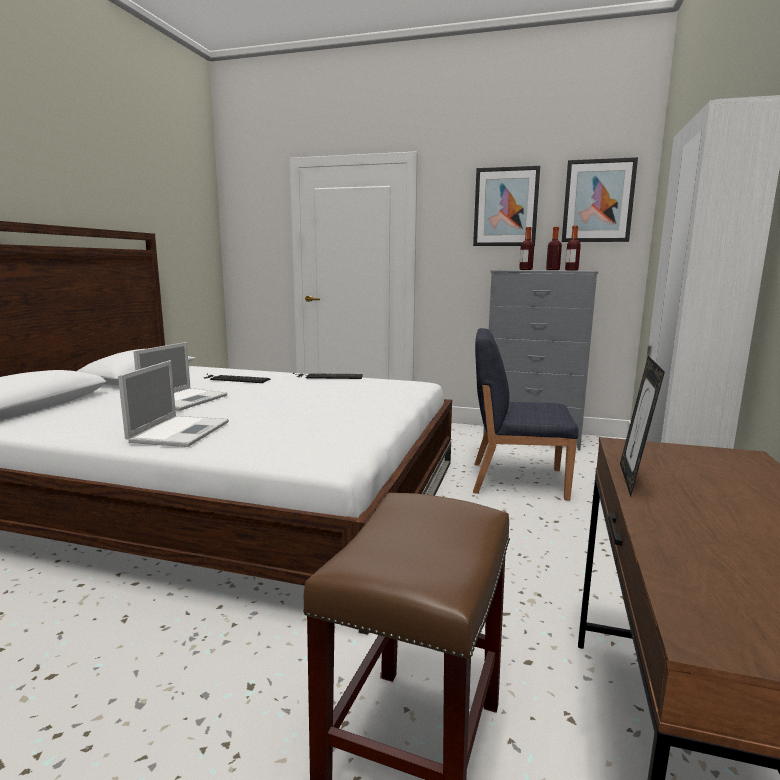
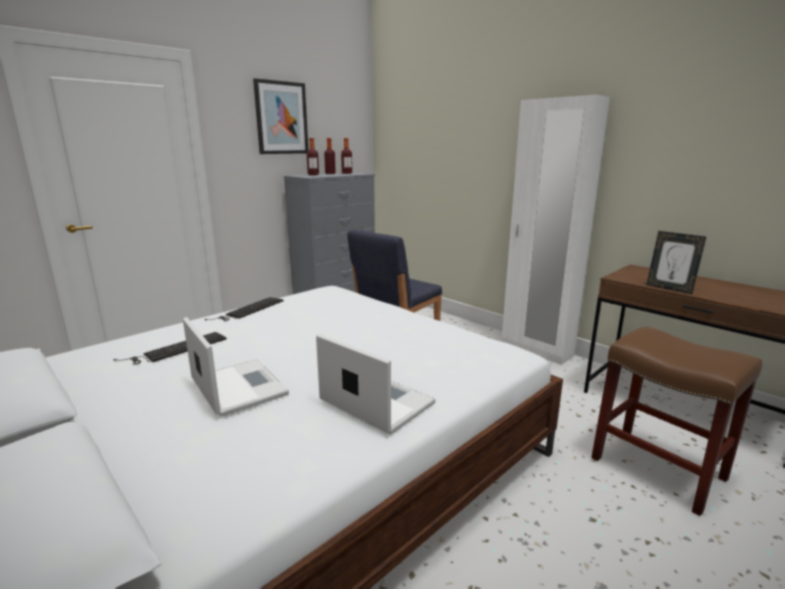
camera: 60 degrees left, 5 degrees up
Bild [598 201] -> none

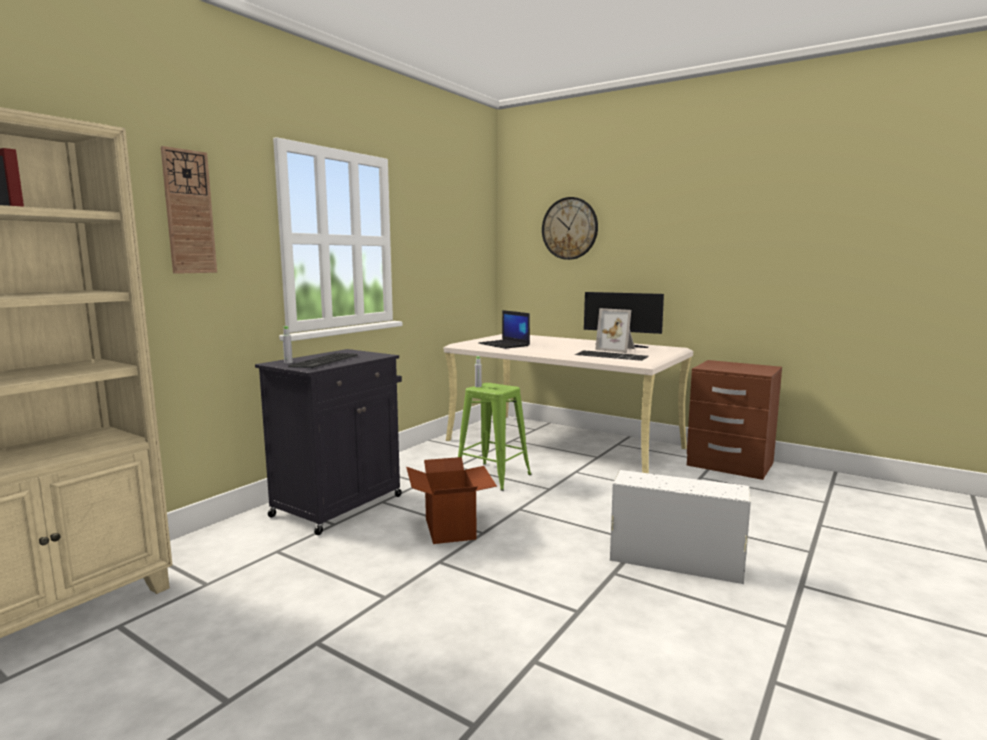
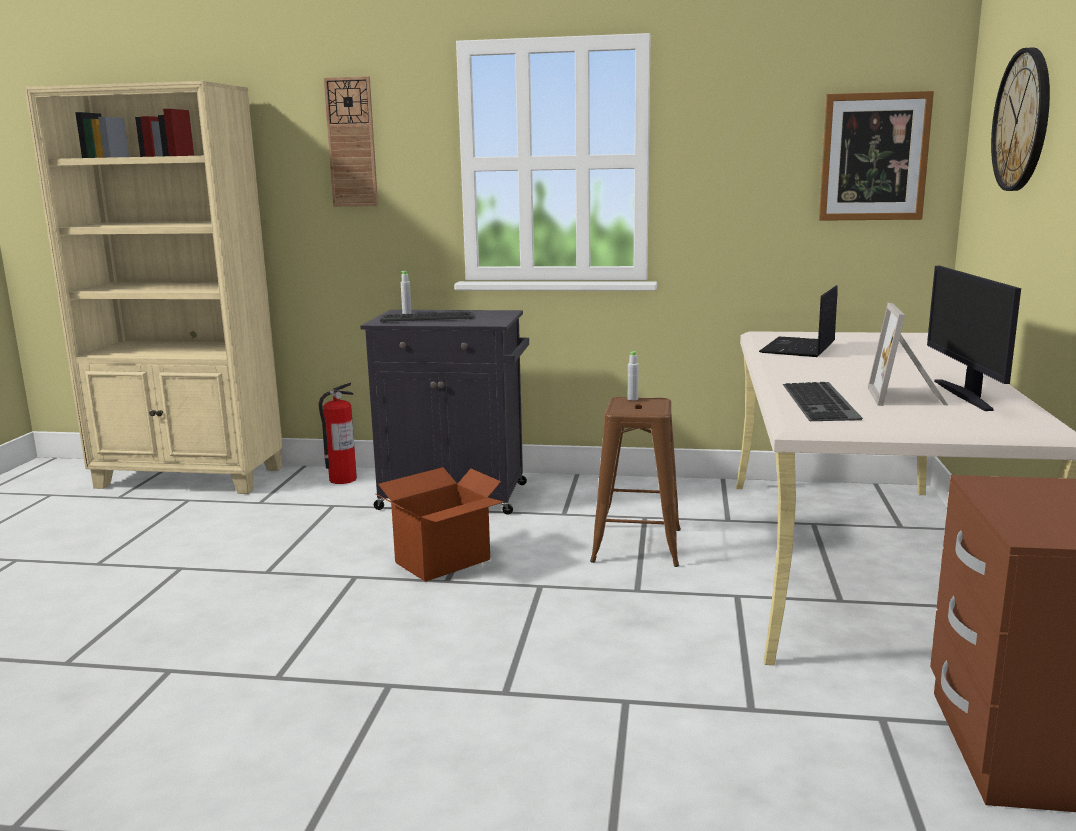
camera: 65 degrees right, 5 degrees up
Hocker (grün) [493 476] -> Hocker (braun) [636 545]
Aufbewahrungsbox (weiß) [673 561] -> none
none -> Bild [874 157]
none -> Feuerlöscher [342 479]

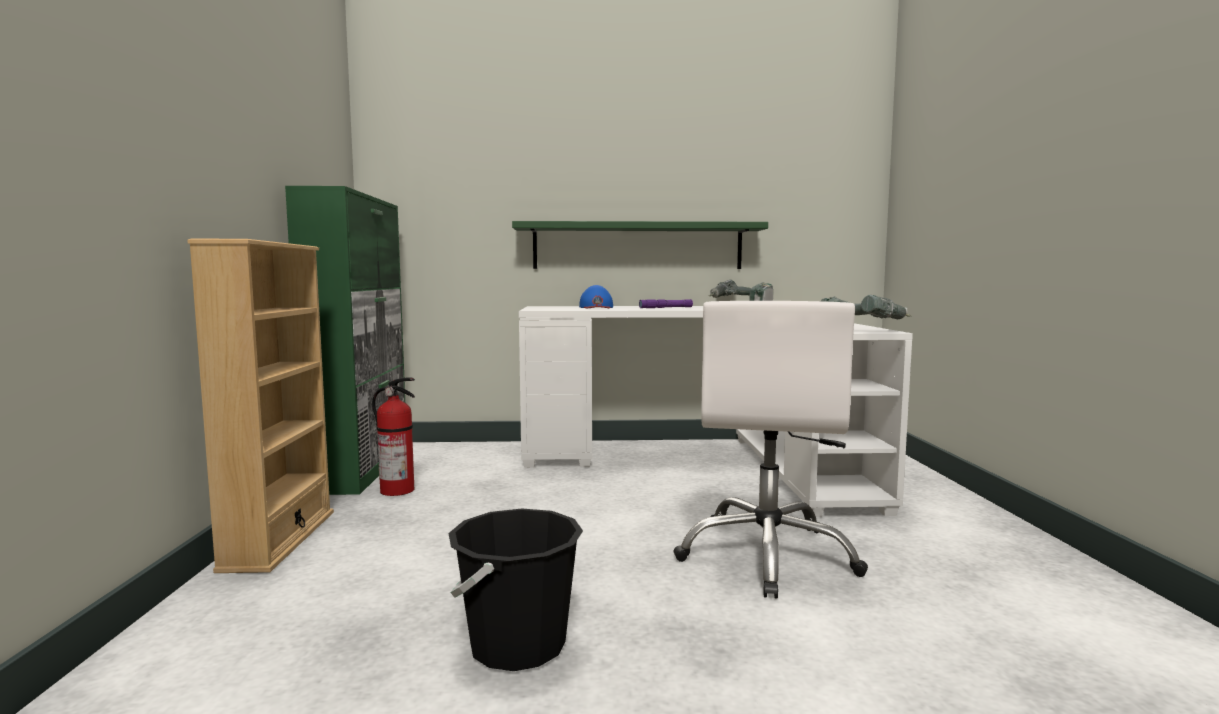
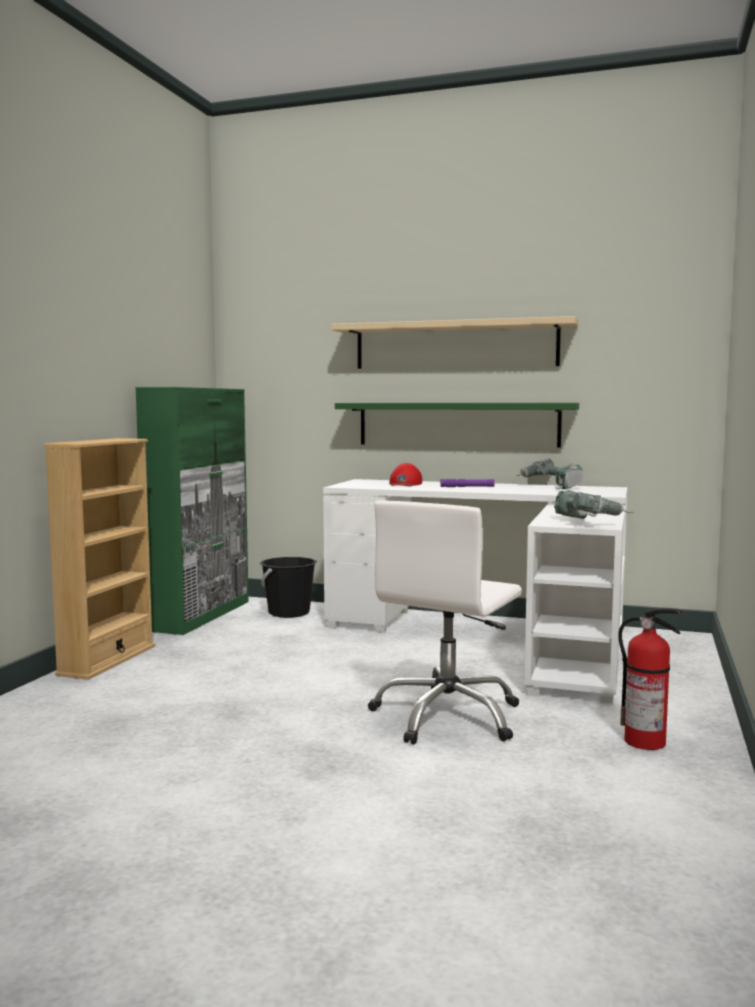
camera: 20 degrees right, 0 degrees up
Kappe (blau) [596 307] -> Kappe (rot) [404 484]
Feuerlöscher [398 490] -> Feuerlöscher [646 742], relocated
Eimer (schwarz) [517 646] -> Eimer (schwarz) [289 613], relocated
none -> Wandregal (beige) [455 345]

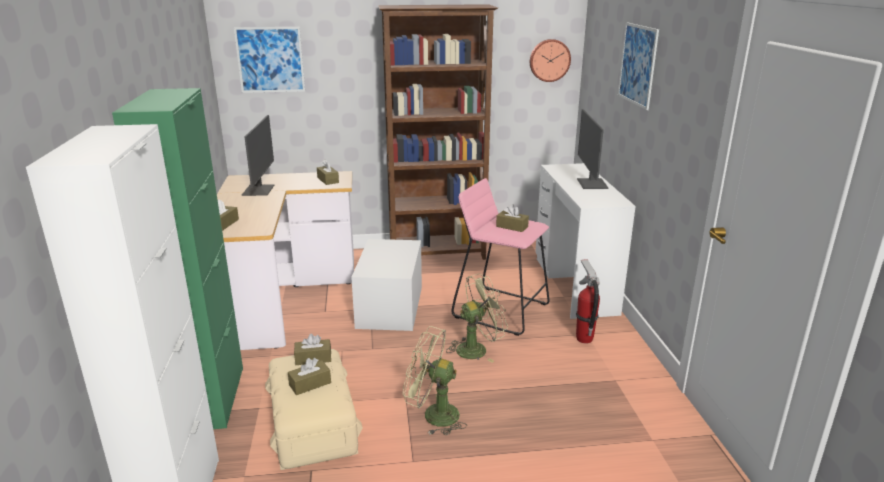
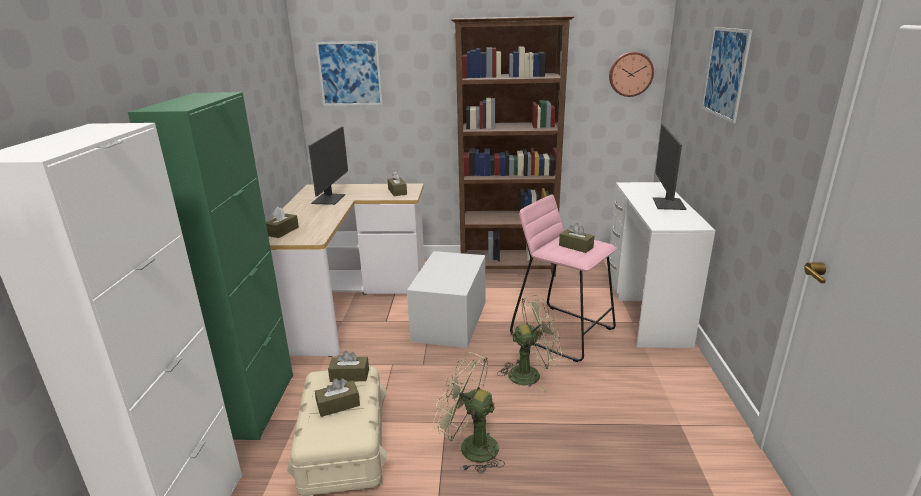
camera: 10 degrees right, 0 degrees up
Feuerlöscher [584 338] -> none

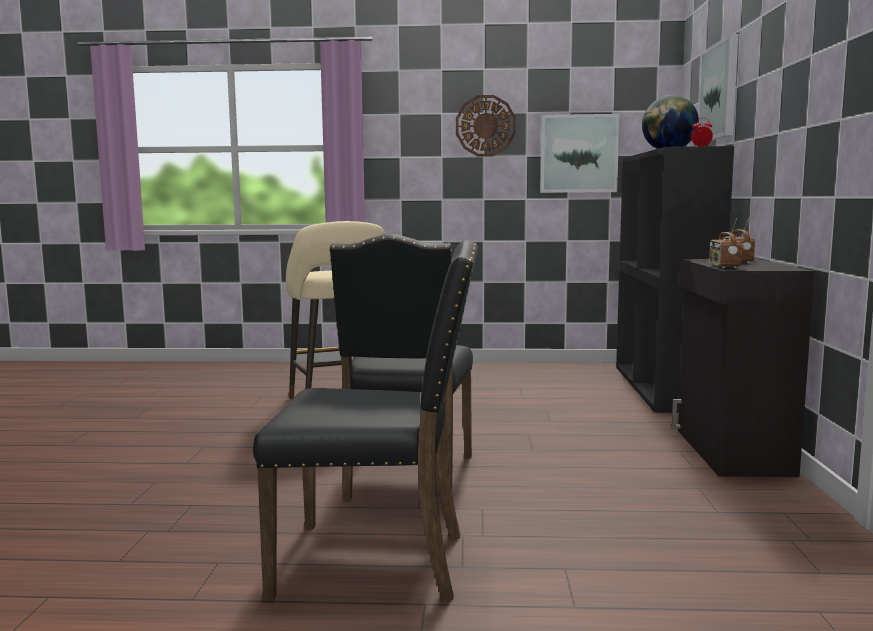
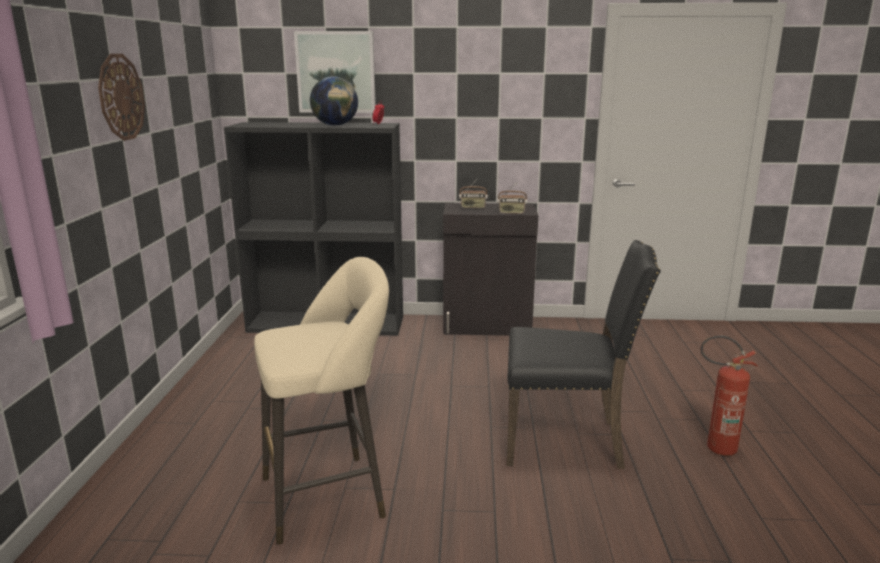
camera: 90 degrees left, 10 degrees up
Bild [578 154] -> none
Stuhl (schwarz) [376 562] -> Feuerlöscher [714 448]

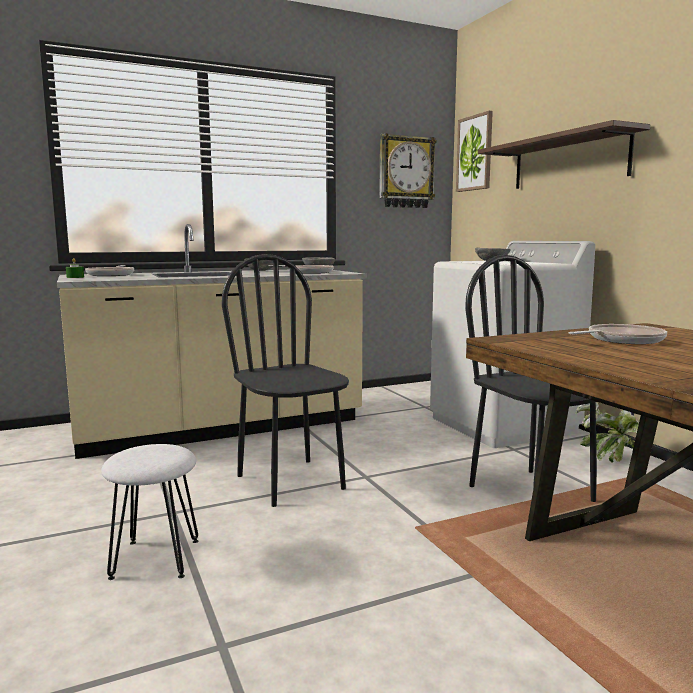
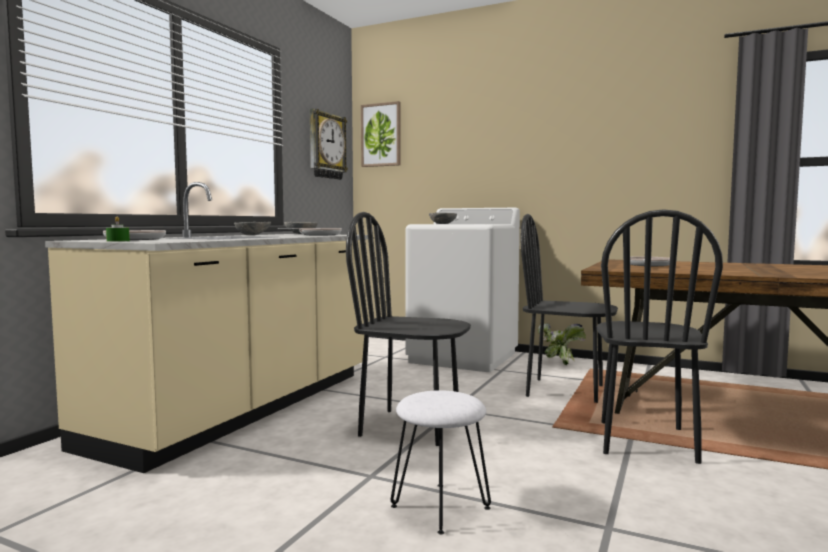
camera: 40 degrees left, 5 degrees down
Wandregal [569 161] -> none
none -> Stuhl (schwarz) [645 441]

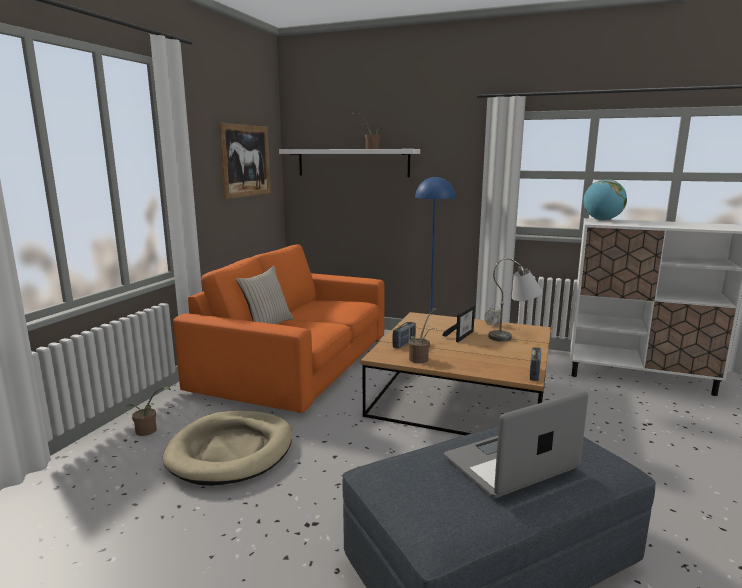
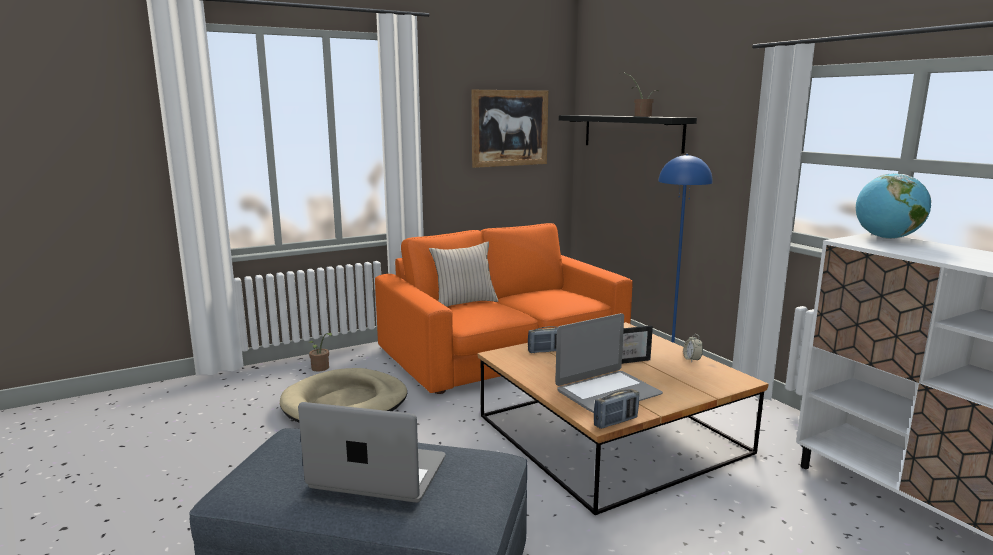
camera: 40 degrees right, 0 degrees up
Wandregal (weiß) [352 162] -> Wandregal (schwarz) [631 132]
Tischlampe (grau) [514 336] -> none
Topfpflanze [421 358] -> none
none -> Laptop [607 392]

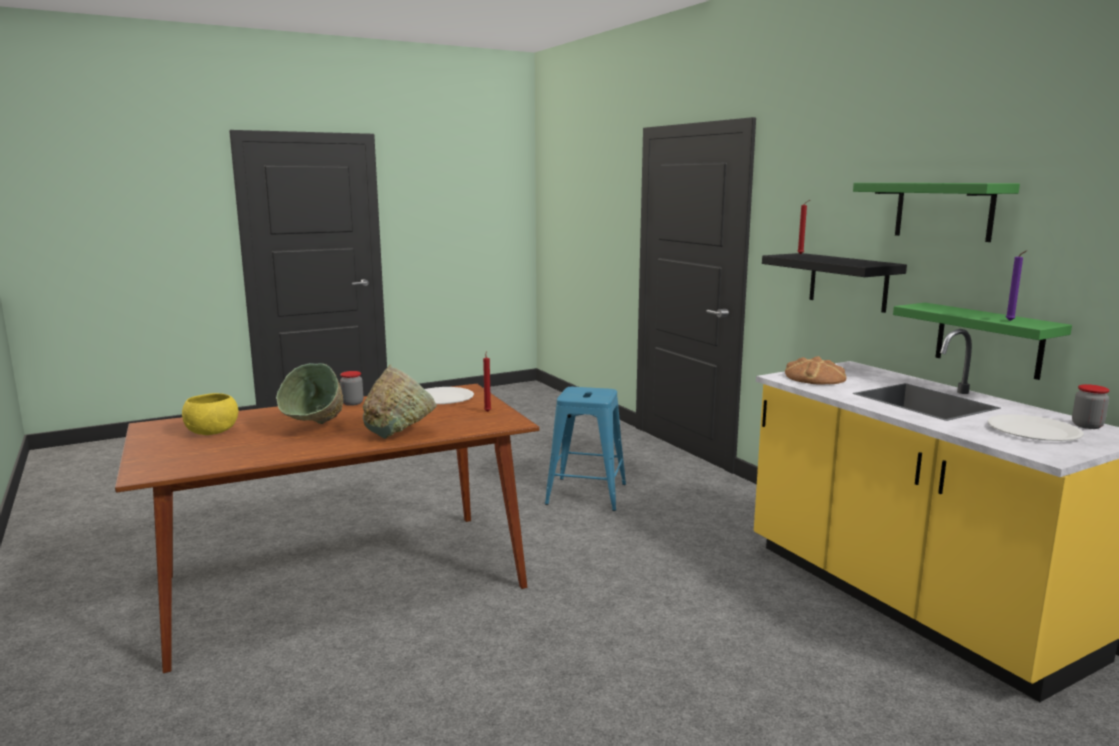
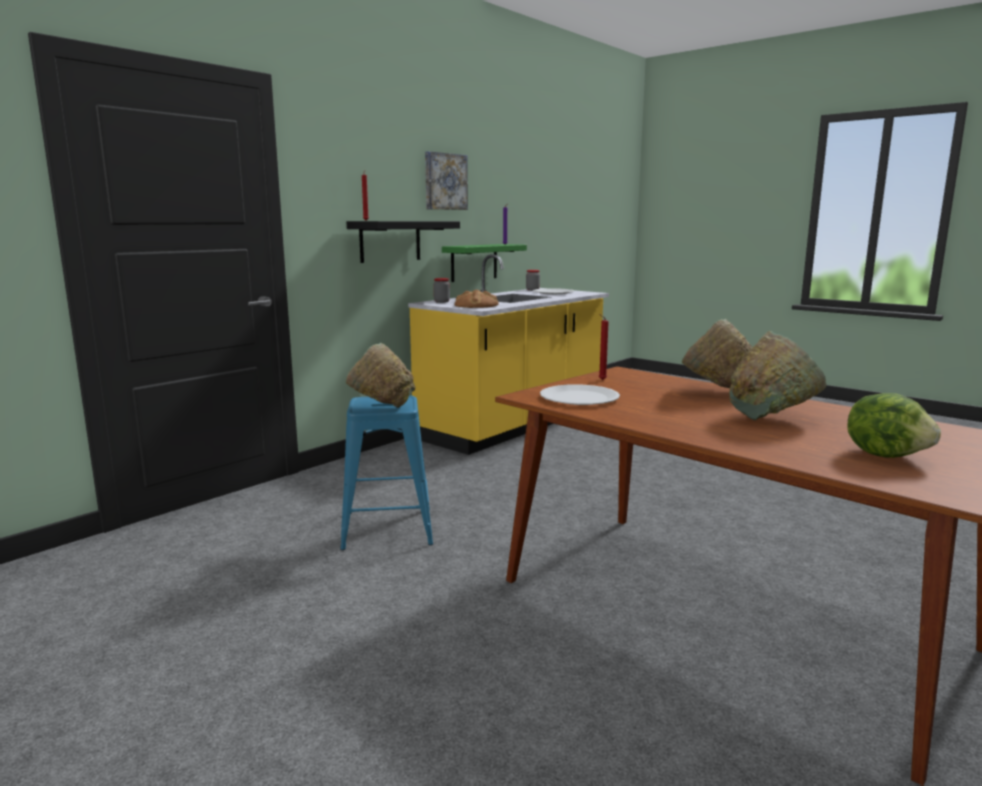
camera: 110 degrees left, 0 degrees up
Wandregal (grün) [943 210] -> Bild [444 181]
Vorratsglas [352 403] -> Vorratsglas [441 302], relocated
Schüssel (gelb) [213 432] -> Salatkopf [886 455]
none -> Schüssel (grün) [379 408]

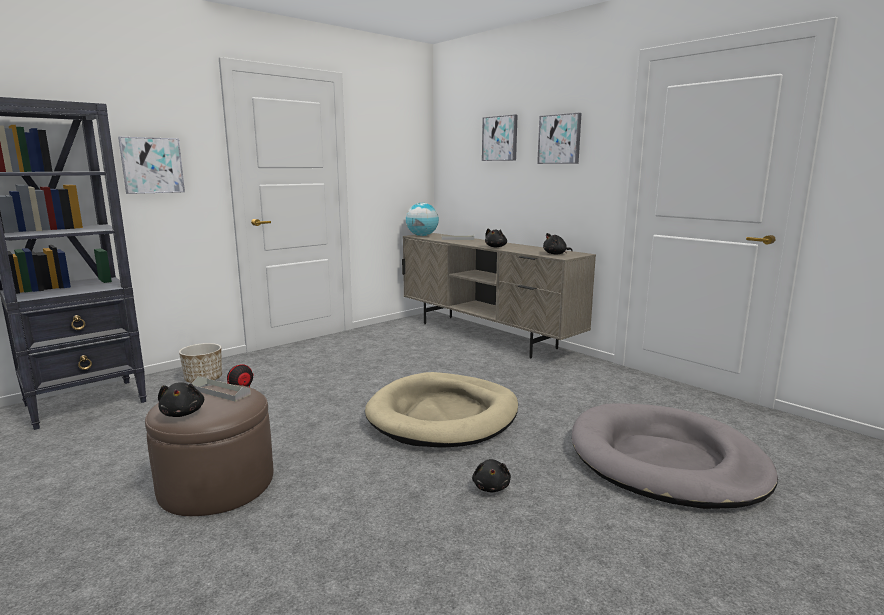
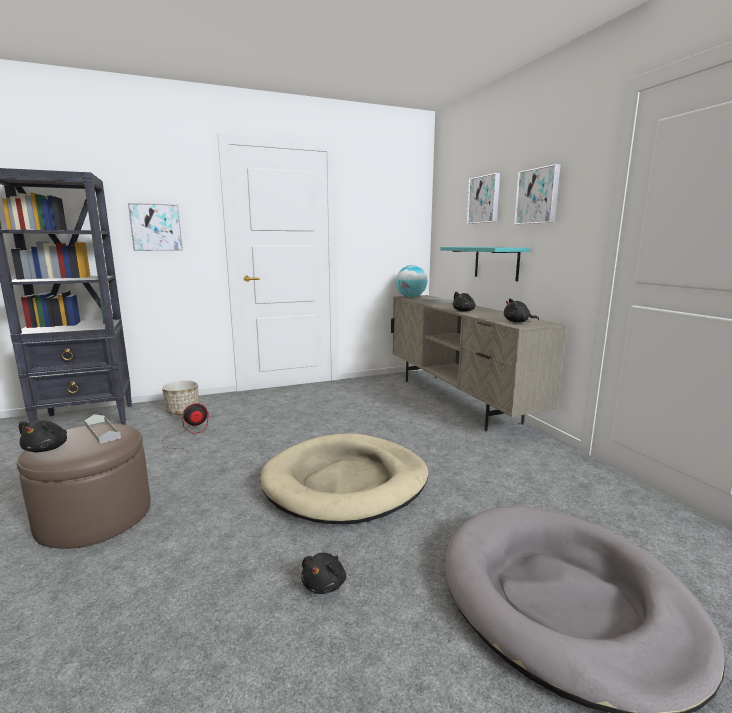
camera: 20 degrees right, 0 degrees up
none -> Wandregal (türkis) [496 263]

